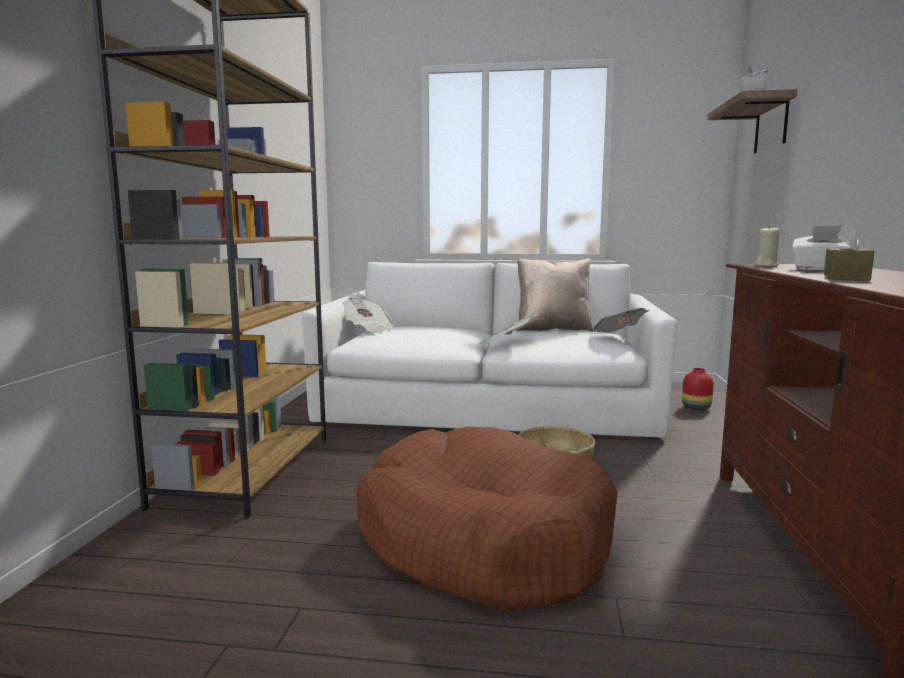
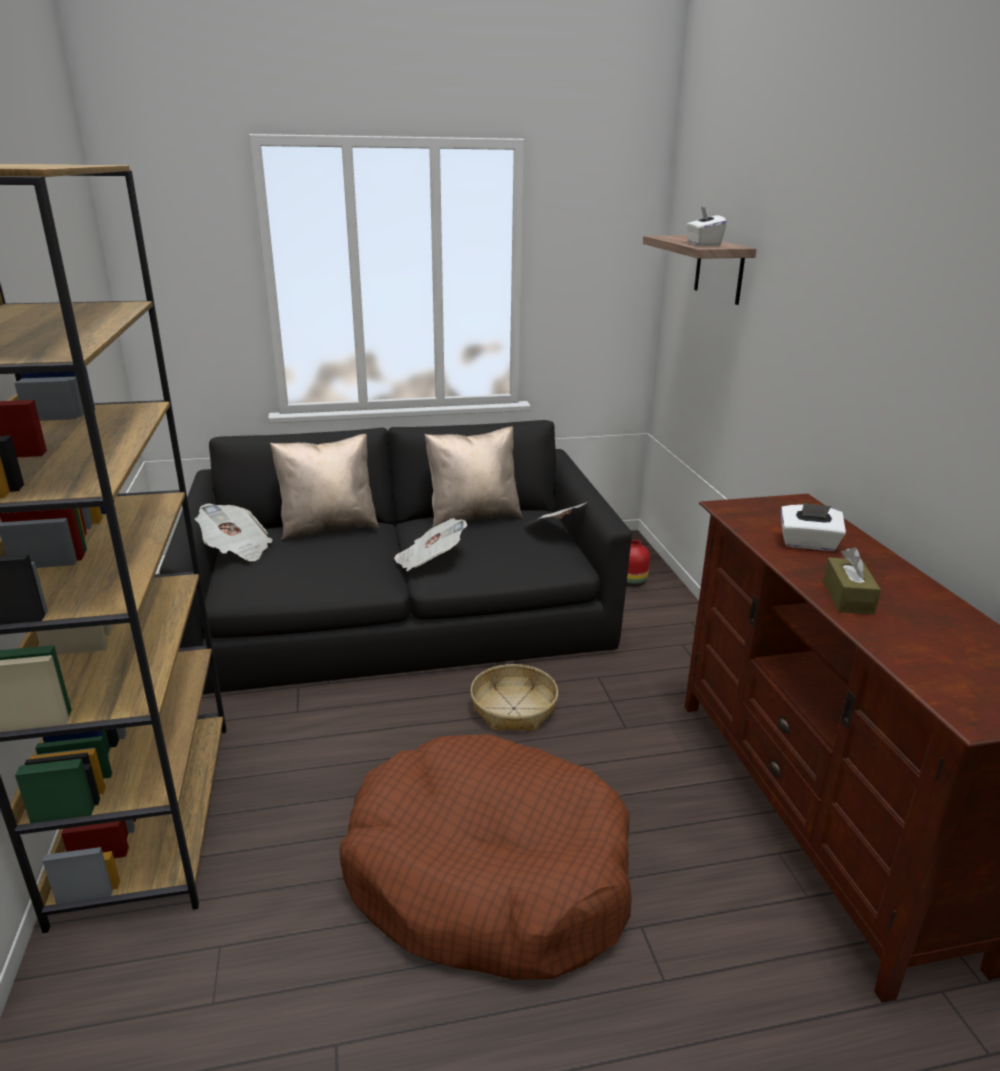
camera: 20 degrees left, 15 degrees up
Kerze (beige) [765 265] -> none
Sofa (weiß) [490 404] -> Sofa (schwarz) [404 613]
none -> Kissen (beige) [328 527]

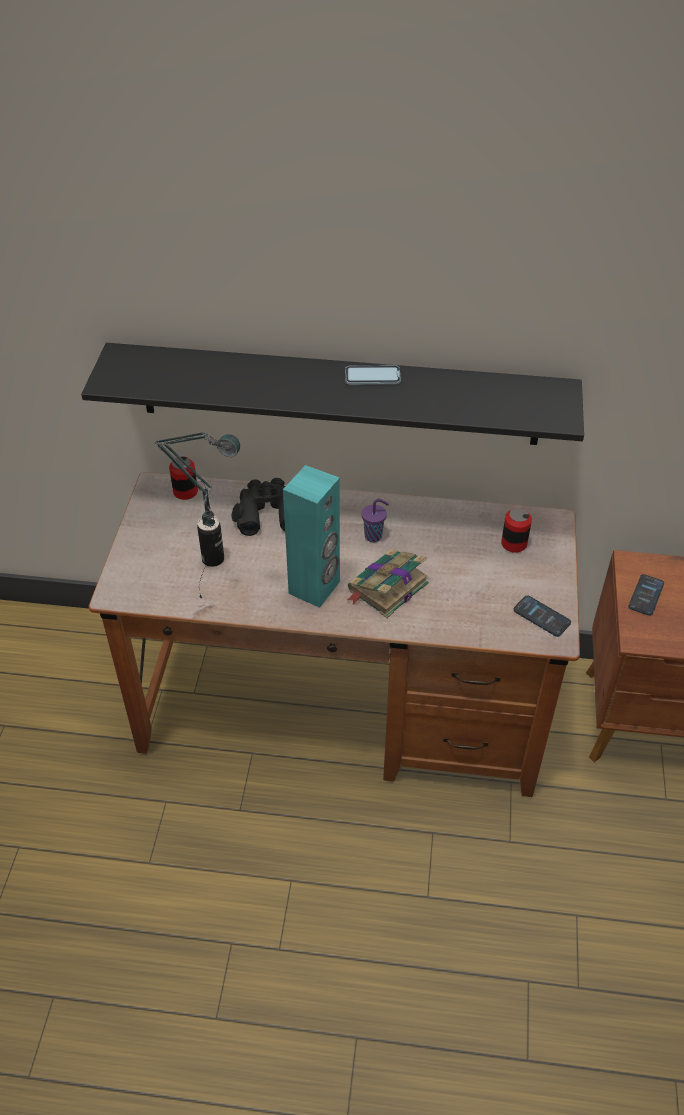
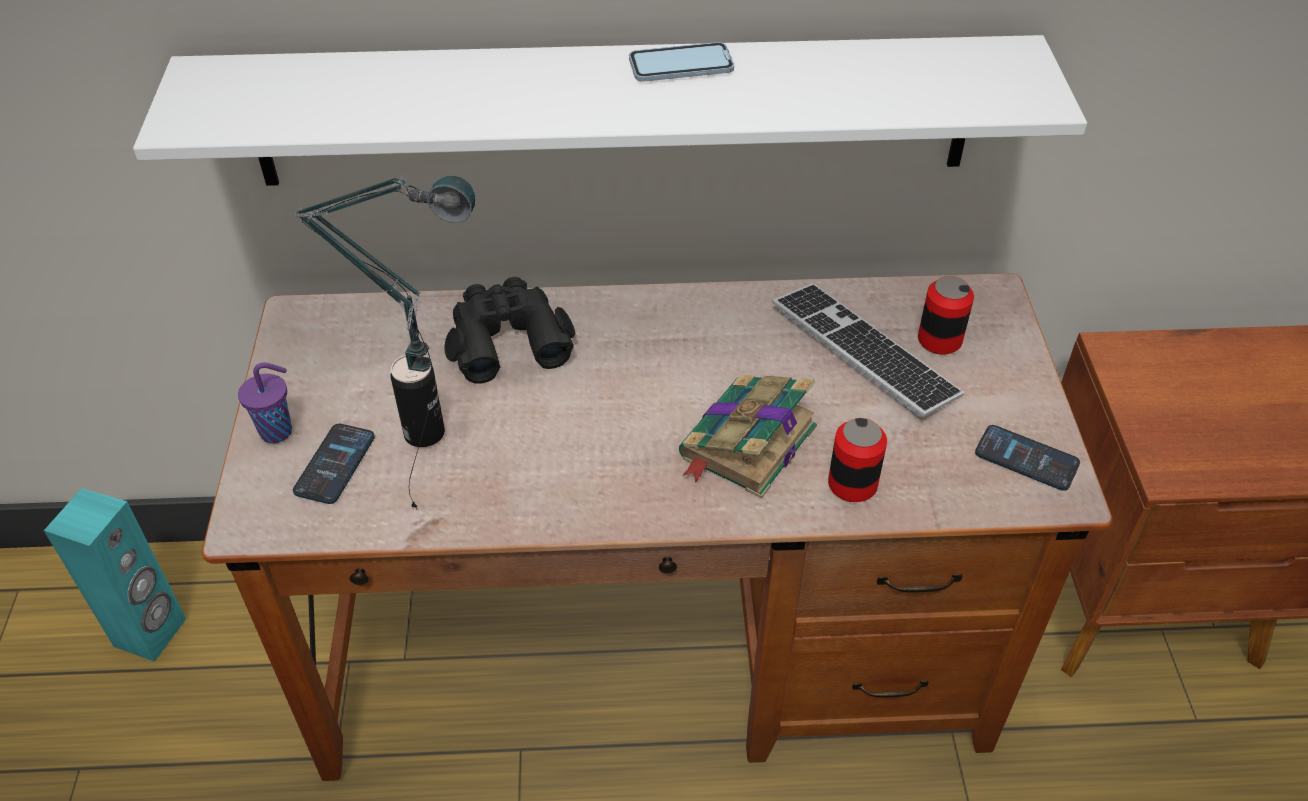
camera: 10 degrees left, 0 degrees up
Wandregal (schwarz) [339 394] -> Wandregal (weiß) [614 111]
Dose [185 491] -> Dose [852 484], relocated
Lautsprecher (türkis) [315 588] -> Lautsprecher (türkis) [151 632], relocated
Tasse (lila) [374 536] -> Tasse (lila) [278 431], relocated
Handy [646 595] -> Handy [335 464], relocated
none -> Tastatur [863 351]

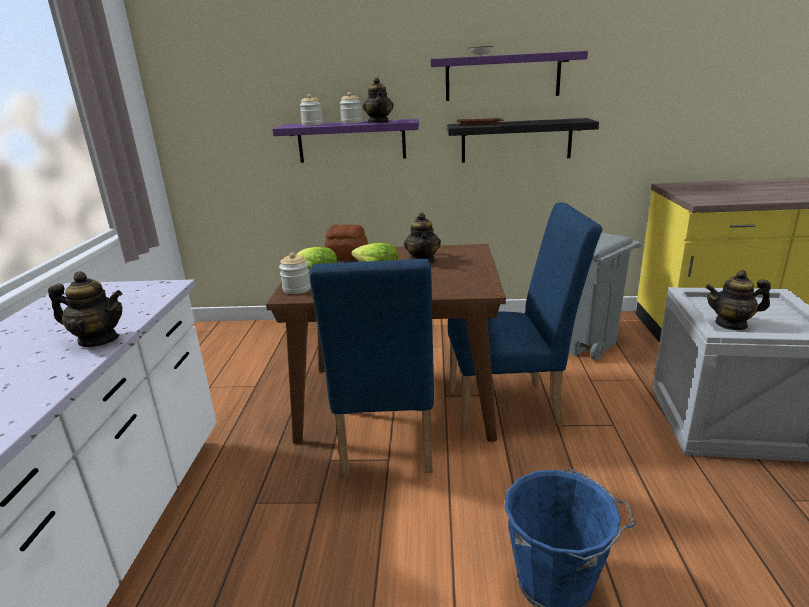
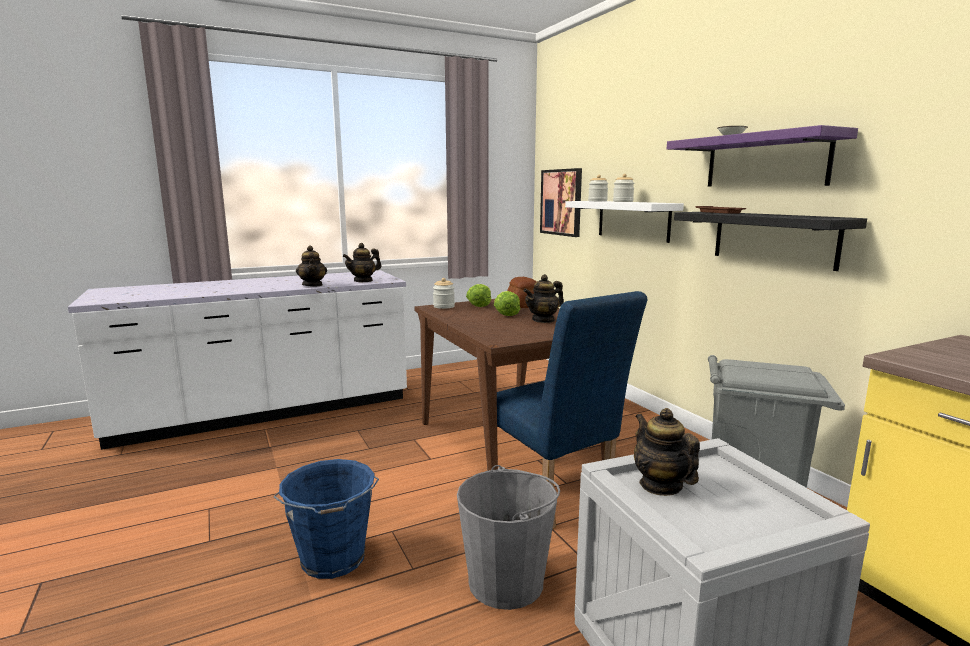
camera: 60 degrees right, 10 degrees down
Teekanne [379 122] -> Teekanne [363 280], relocated
Wandregal (lila) [351 141] -> Wandregal (weiß) [633 220]
Stuhl (blau) [386 446] -> none
none -> Bild [561 202]
none -> Eimer (grau) [506 582]

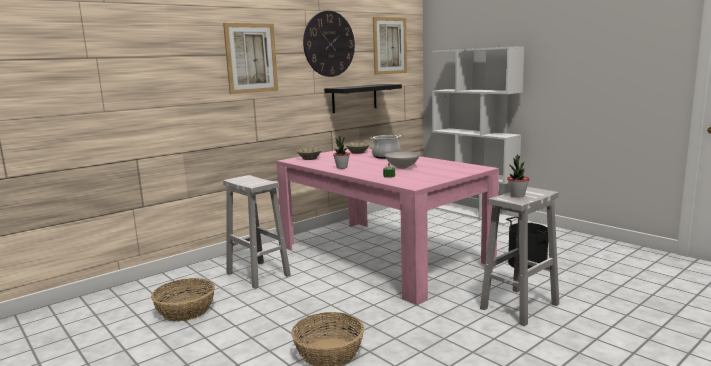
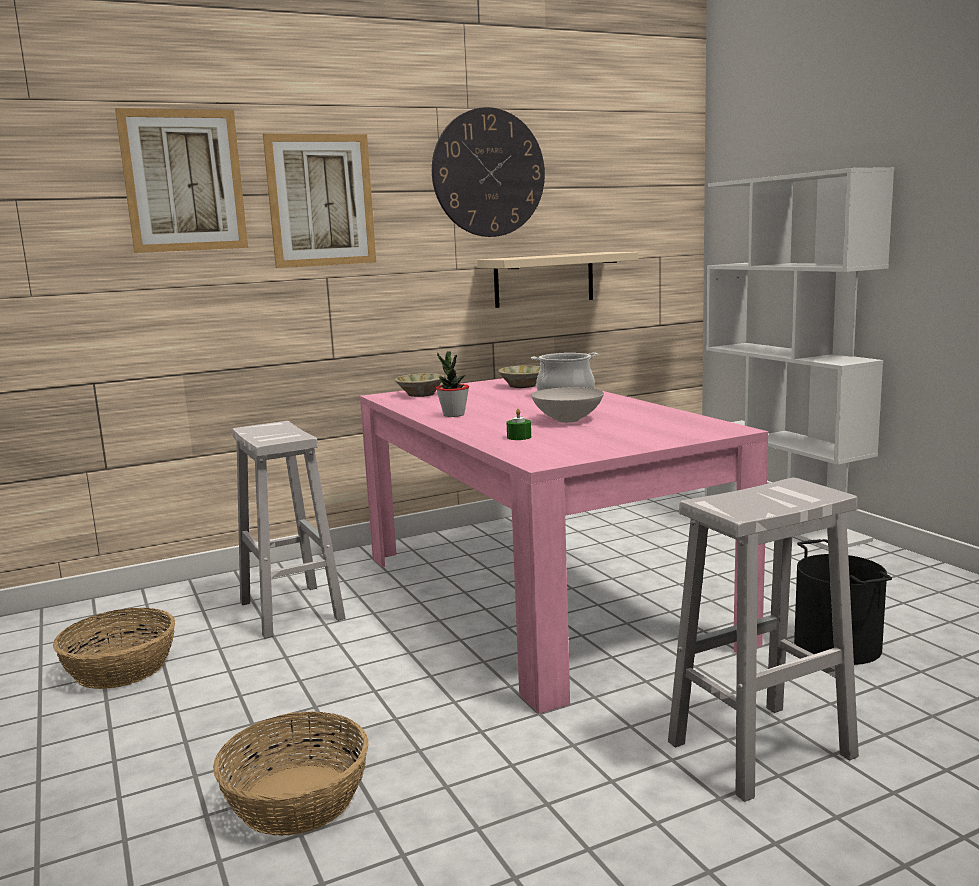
camera: 15 degrees right, 0 degrees up
Bild [389 46] -> Bild [184 181], relocated
Wandregal (schwarz) [354 98] -> Wandregal (beige) [544 279]
Topfpflanze [517 195] -> none

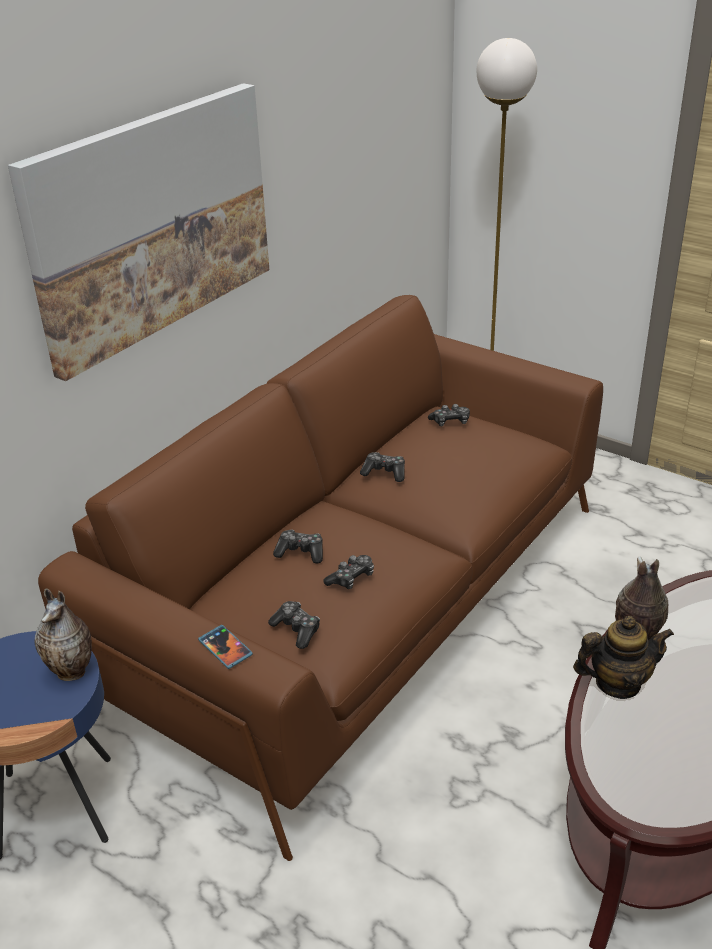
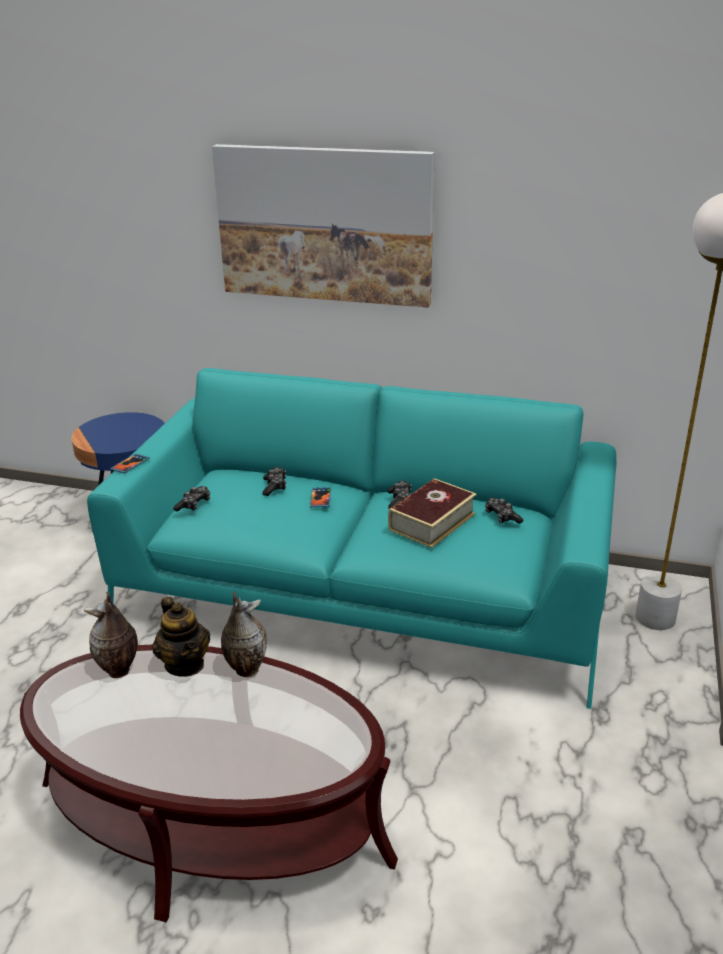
camera: 70 degrees right, 5 degrees down
Sofa (braun) [359 605] -> Sofa (türkis) [363 594]
Gamepad [351 578] -> none
Vase [73 671] -> Vase [119 671], relocated
none -> Buch [432 521]
none -> Handy [320 498]

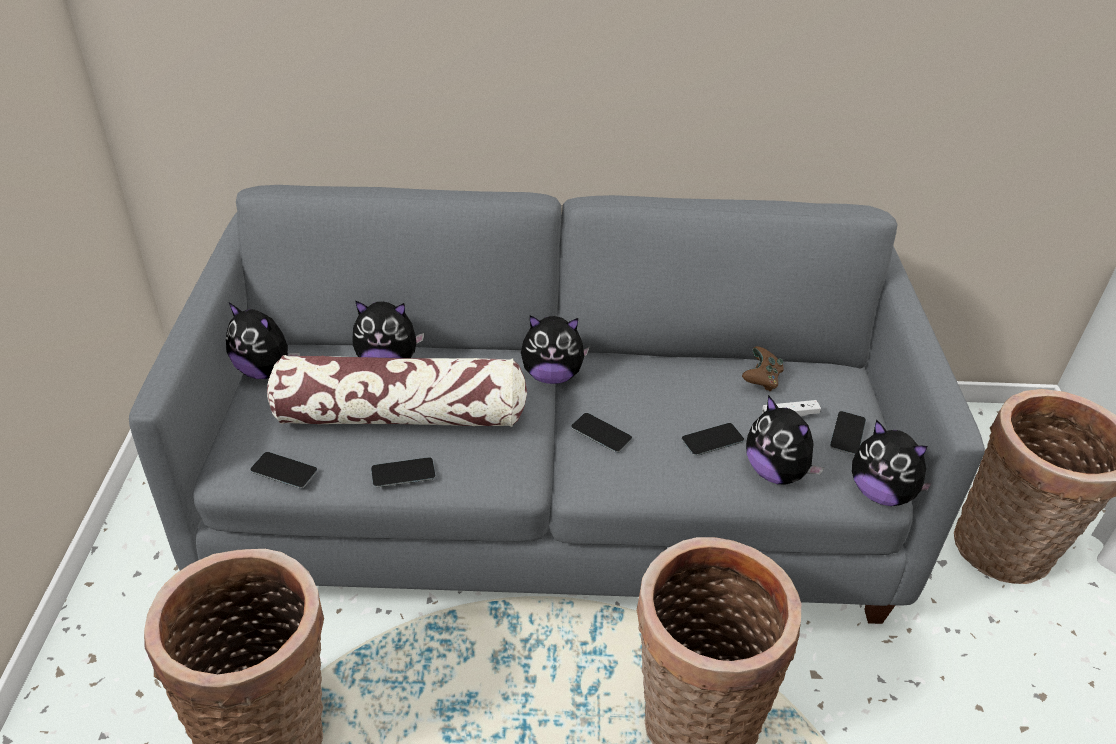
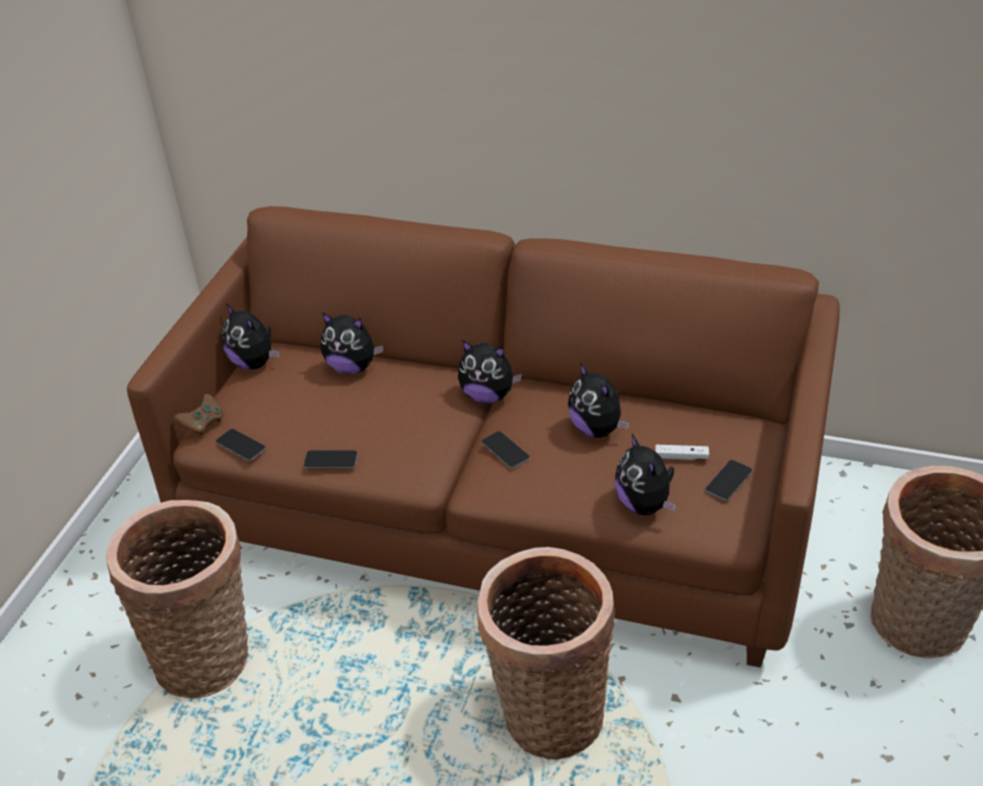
camera: 20 degrees right, 0 degrees up
Sofa (grau) [554 495] -> Sofa (braun) [501 507]
Gamepad (braun) [761 379] -> Gamepad (braun) [203 424], relocated
Kissen [401 415] -> none
Plüschtier [881 493] -> Plüschtier [597 429], relocated
Handy [712 440] -> none

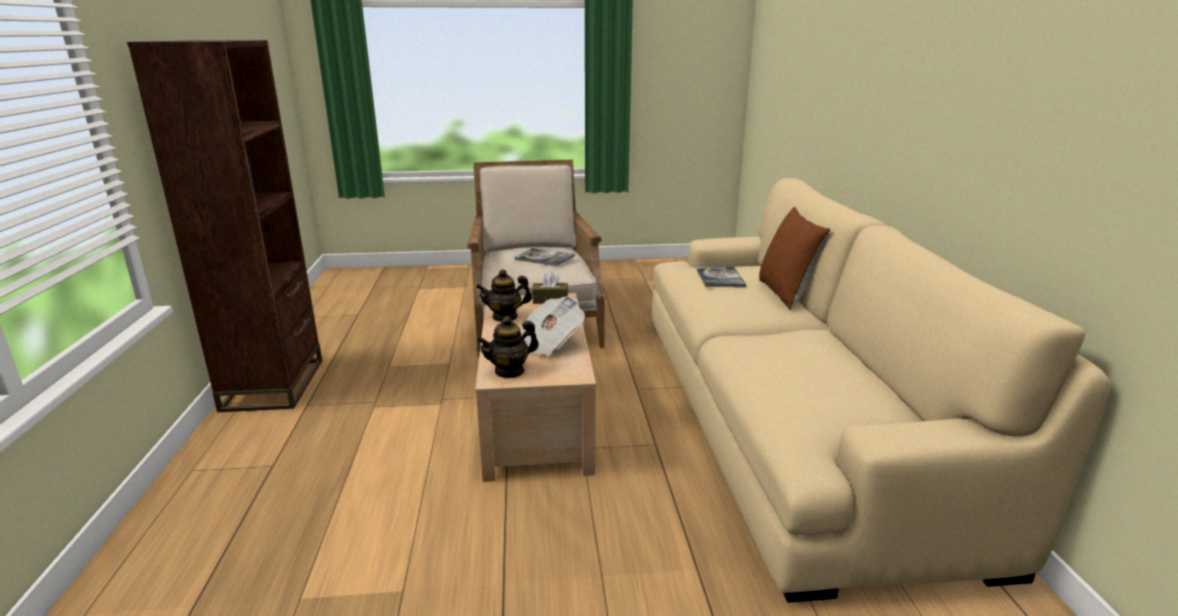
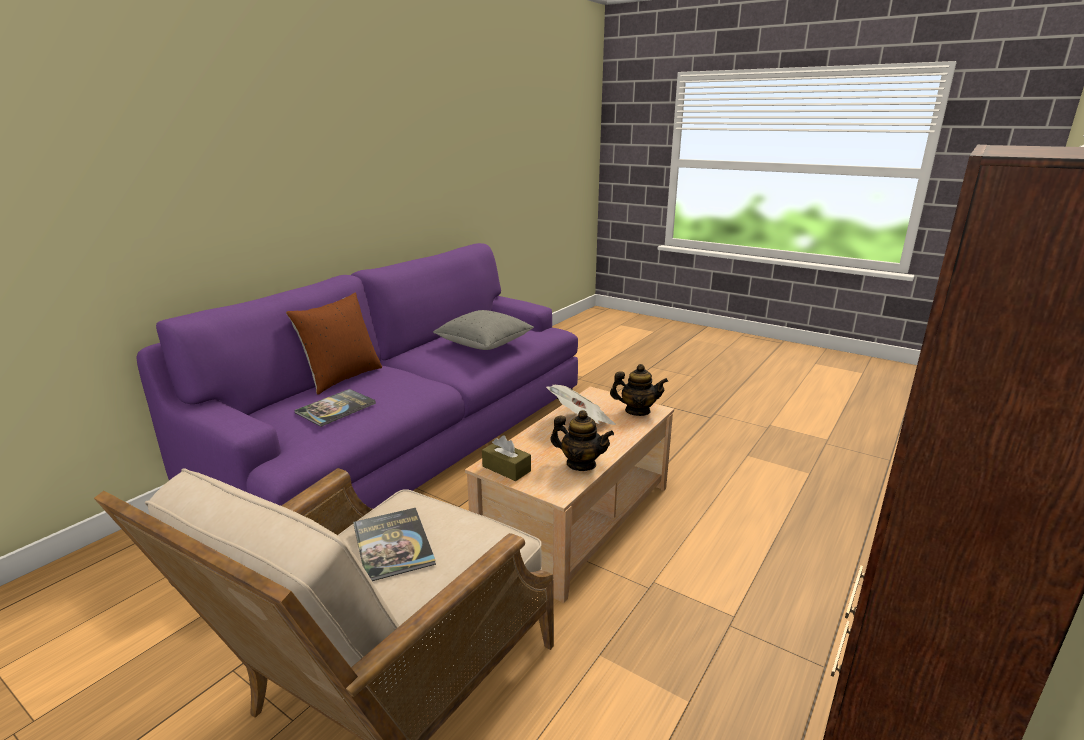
camera: 140 degrees left, 0 degrees up
Sofa (beige) [787 417] -> Sofa (lila) [411 439]
none -> Kissen (grau) [484 344]

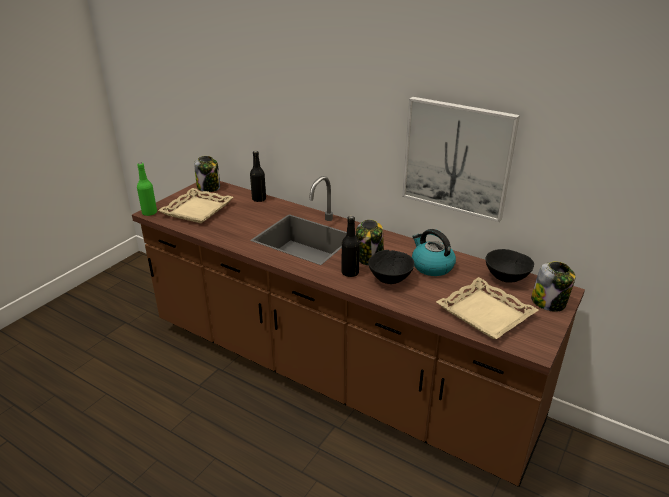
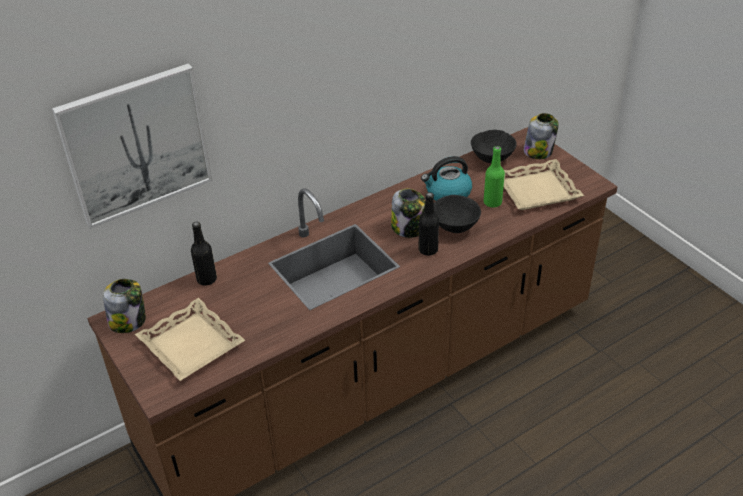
camera: 65 degrees left, 10 degrees up
Bild [457 158] -> Bild [136 144], relocated
Flasche (grün) [149 213] -> Flasche (grün) [492 202], relocated

